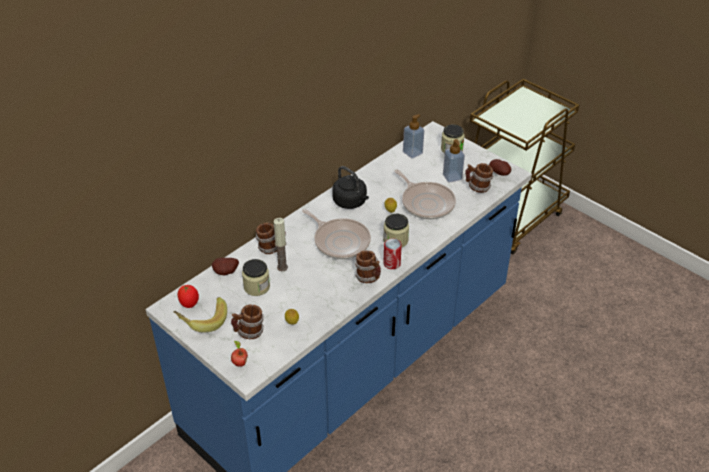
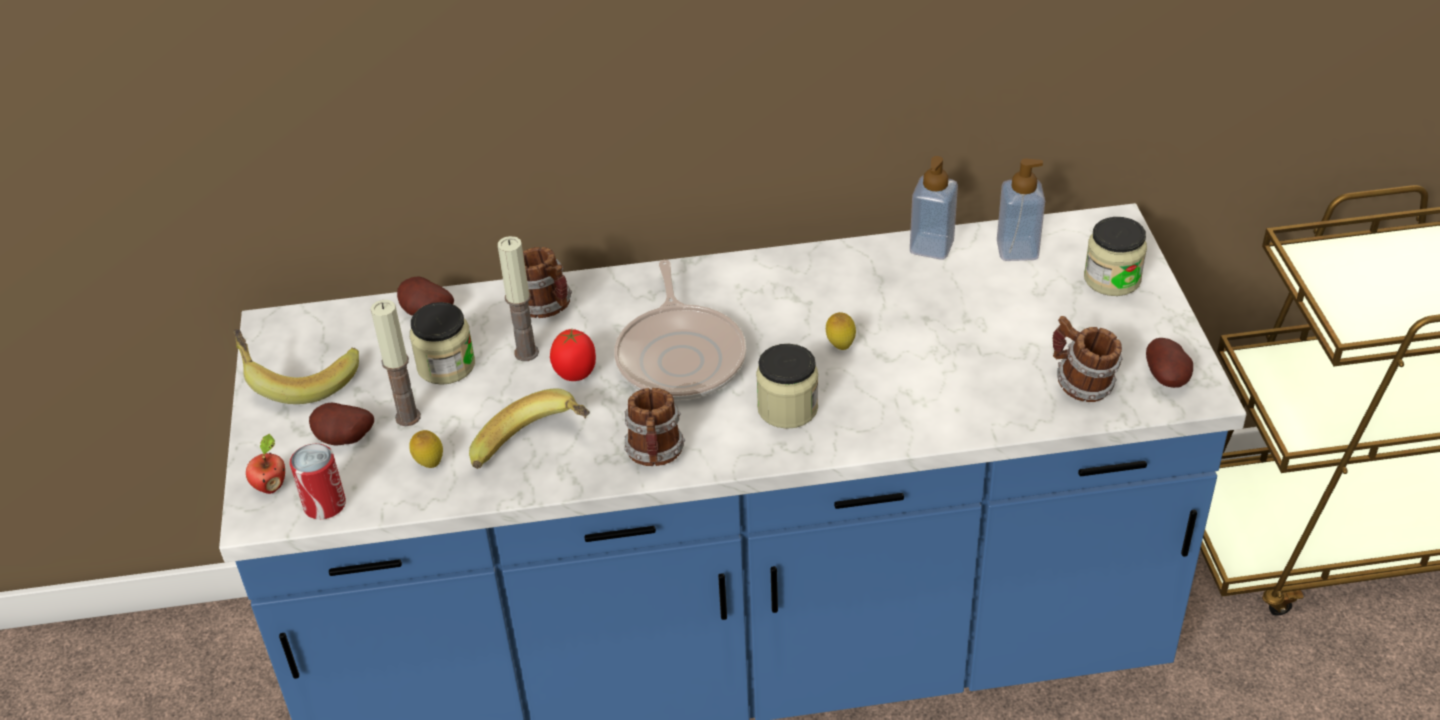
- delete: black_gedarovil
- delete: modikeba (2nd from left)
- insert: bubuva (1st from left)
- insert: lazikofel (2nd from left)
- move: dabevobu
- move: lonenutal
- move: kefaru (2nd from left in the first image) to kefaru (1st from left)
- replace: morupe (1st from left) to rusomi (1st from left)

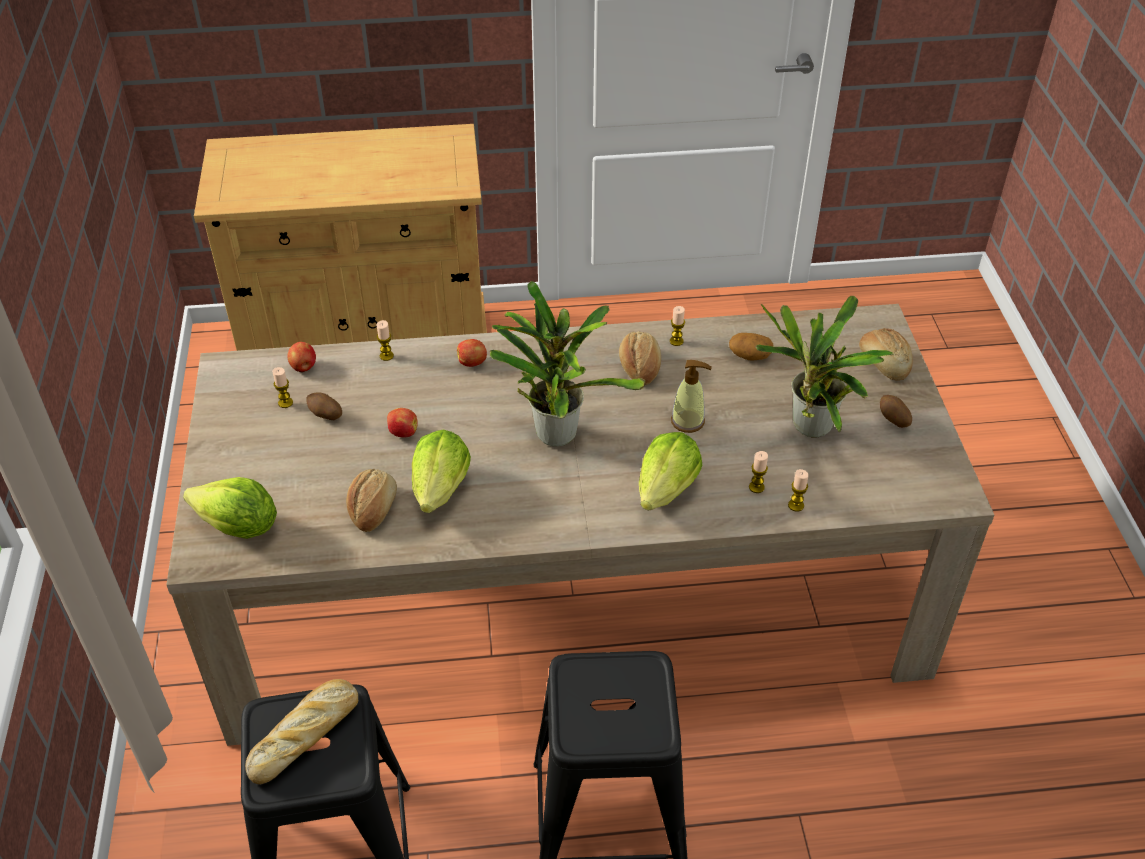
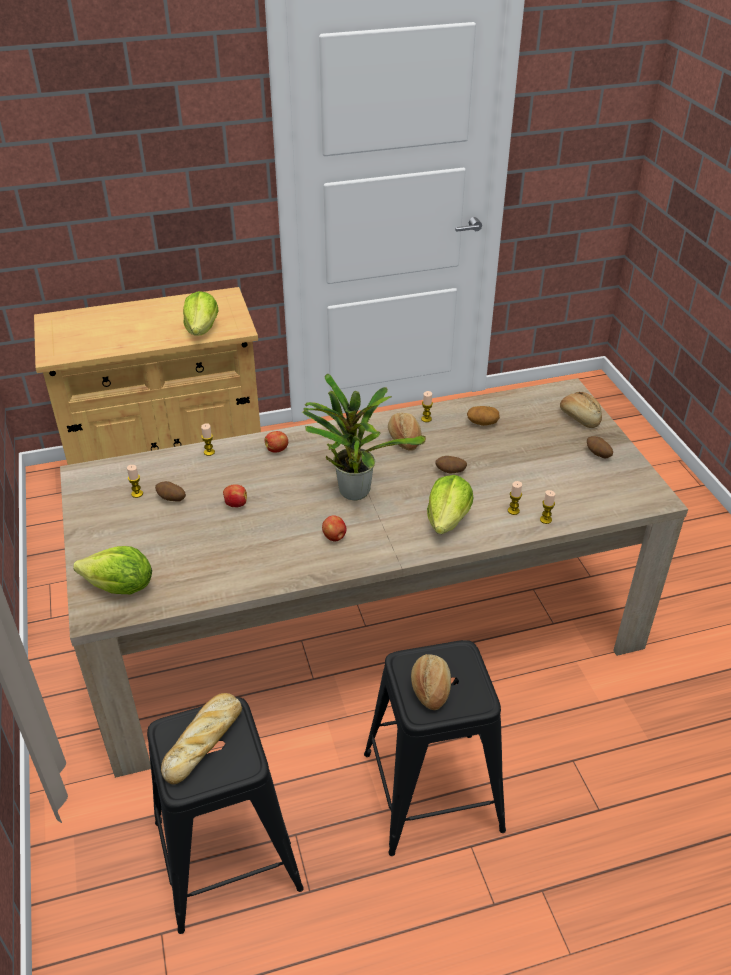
- delete: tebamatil (2nd from left)
- move: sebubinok (1st from left in the first image) to sebubinok (3rd from left)
- move: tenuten (2nd from left in the first image) to tenuten (3rd from left)
- move: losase (2nd from left)
- replace: kefaru to rusomi (2nd from left)

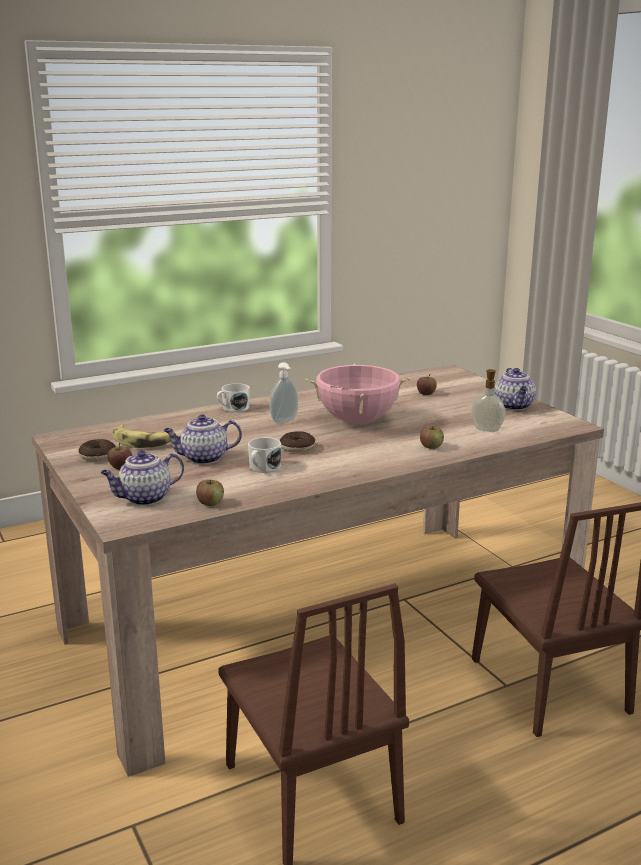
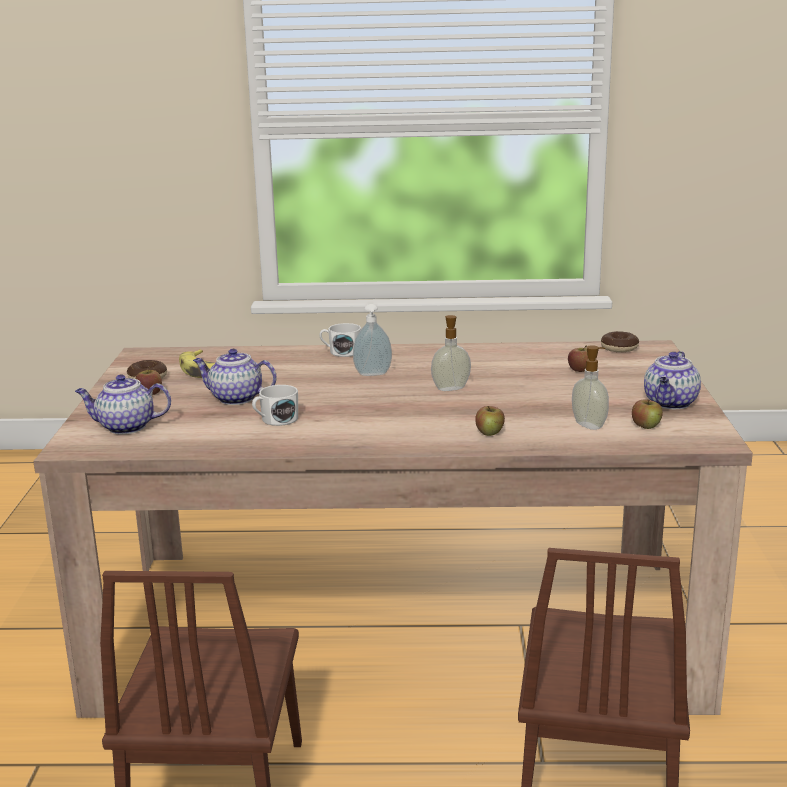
- move: sebubinok (2nd from left in the first image) to sebubinok (4th from left)
- move: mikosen (2nd from left)
- replace: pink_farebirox to kefaru (2nd from left)

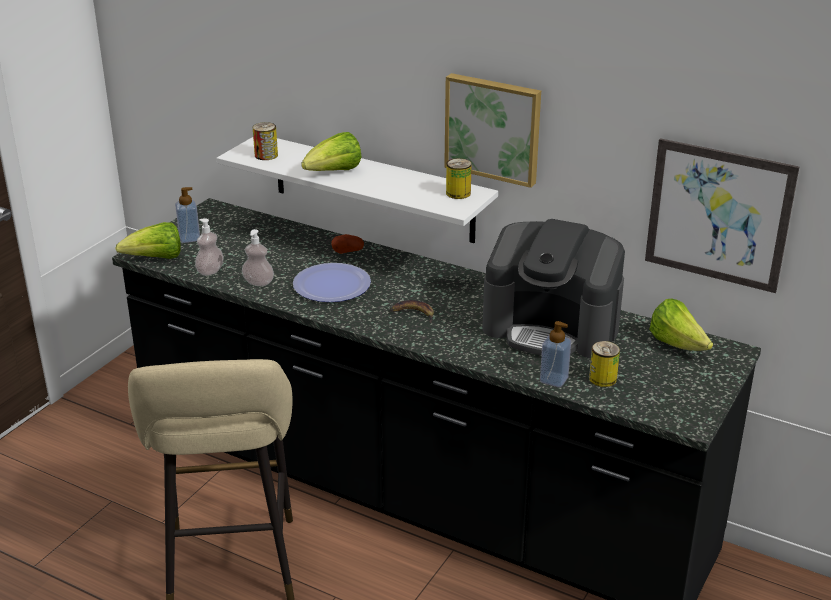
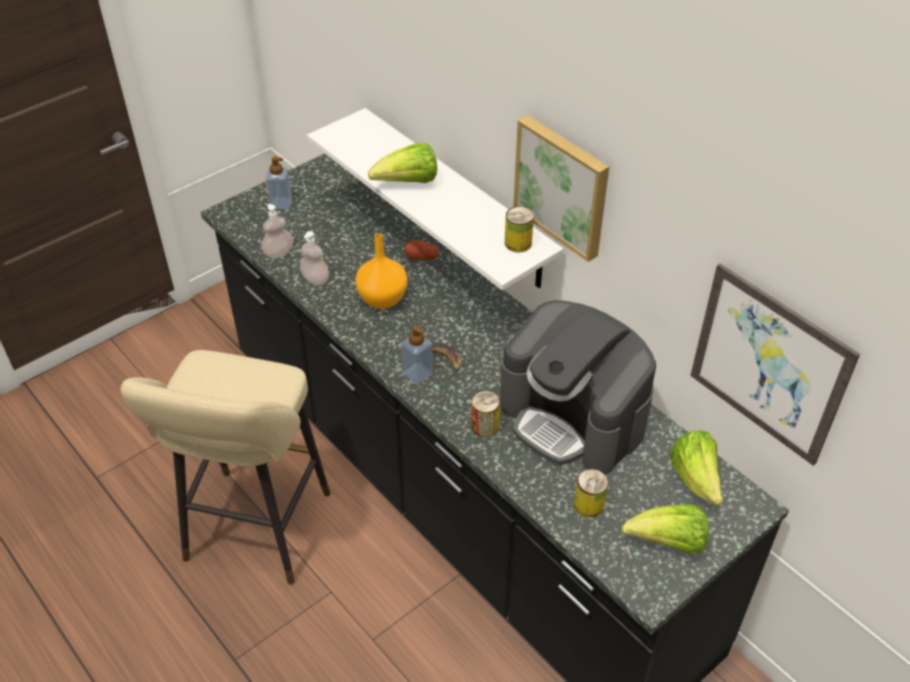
- move: losase (1st from left in the first image) to losase (2nd from left)
- move: lonenutal (1st from left)
- move: kefaru (4th from left)
- replace: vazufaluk to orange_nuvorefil

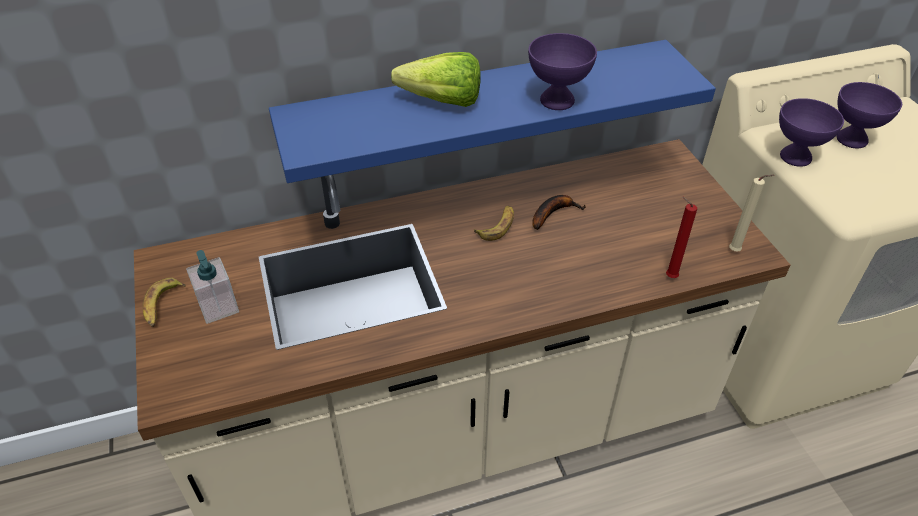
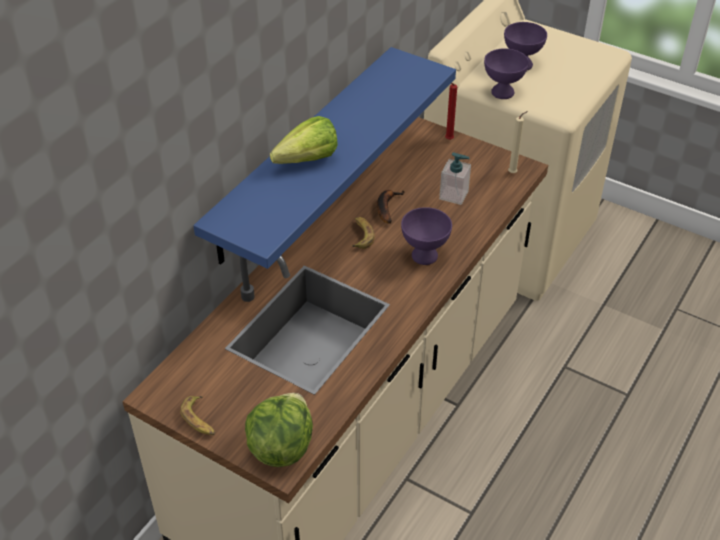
- insert: losase (1st from left)
- move: kefaru
- move: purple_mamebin (1st from left)
- move: red_bubuva

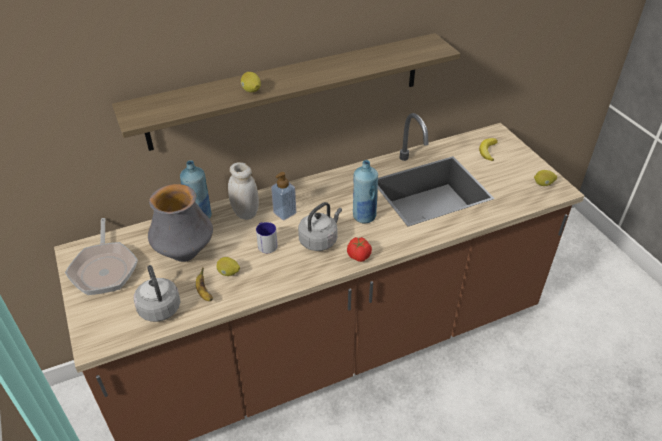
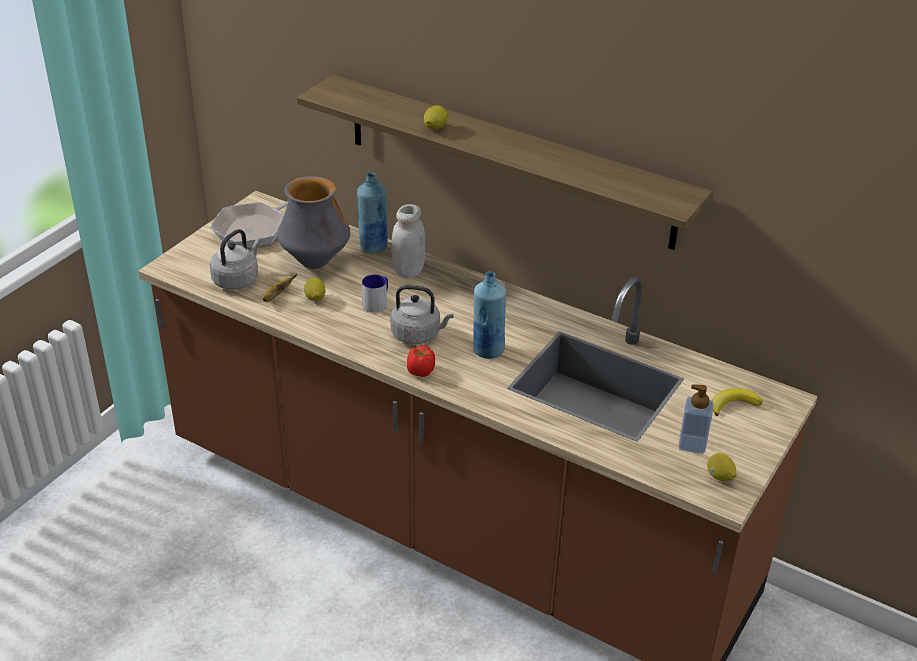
- move: kefaru

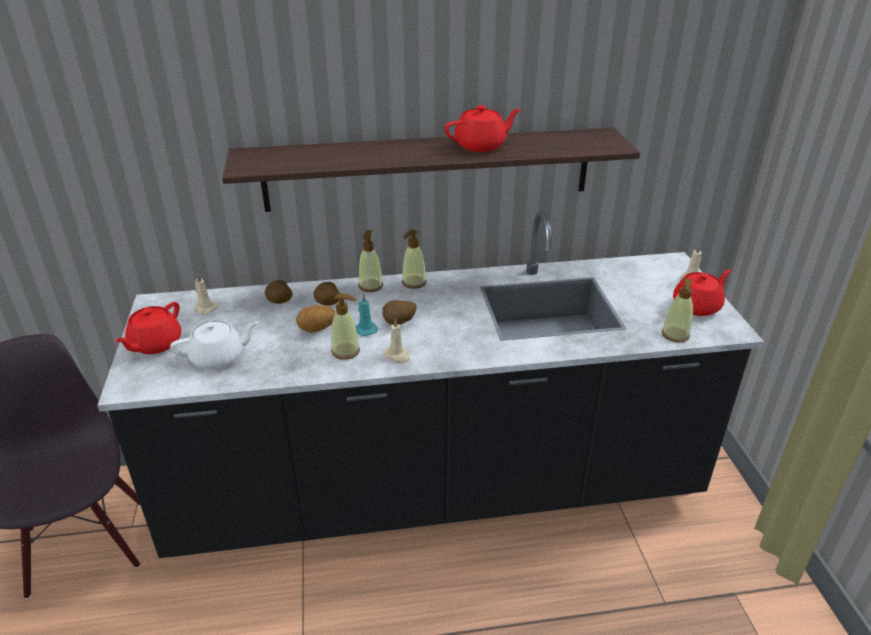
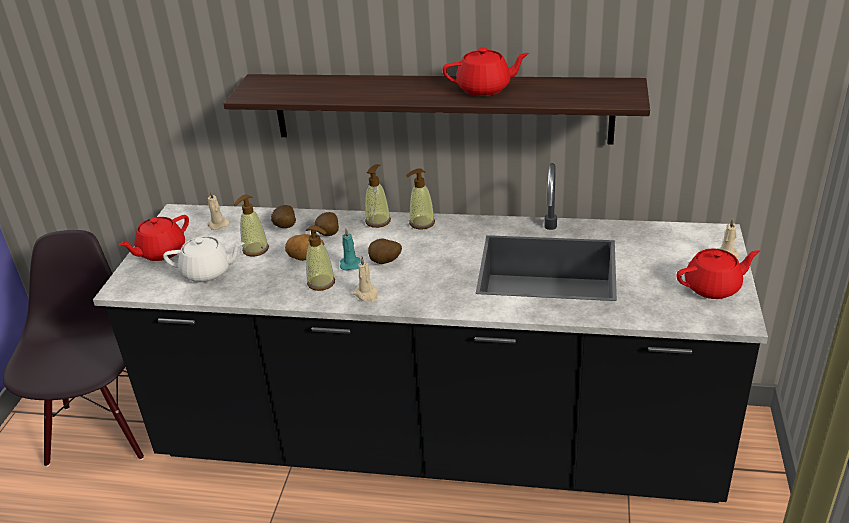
- move: kefaru (4th from left in the first image) to kefaru (1st from left)

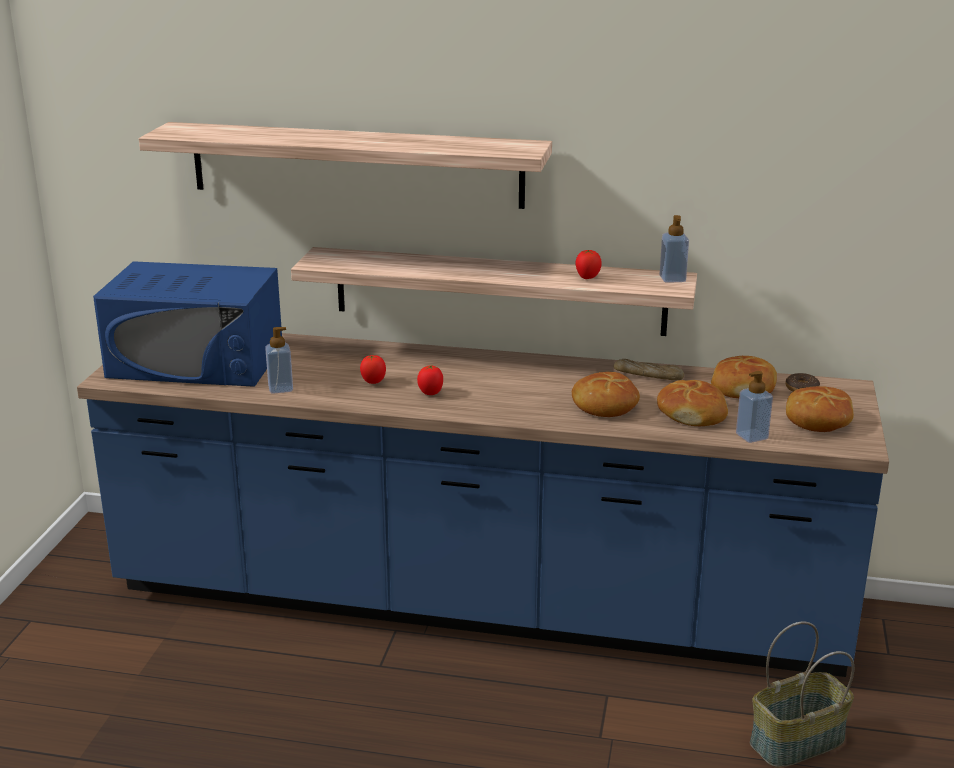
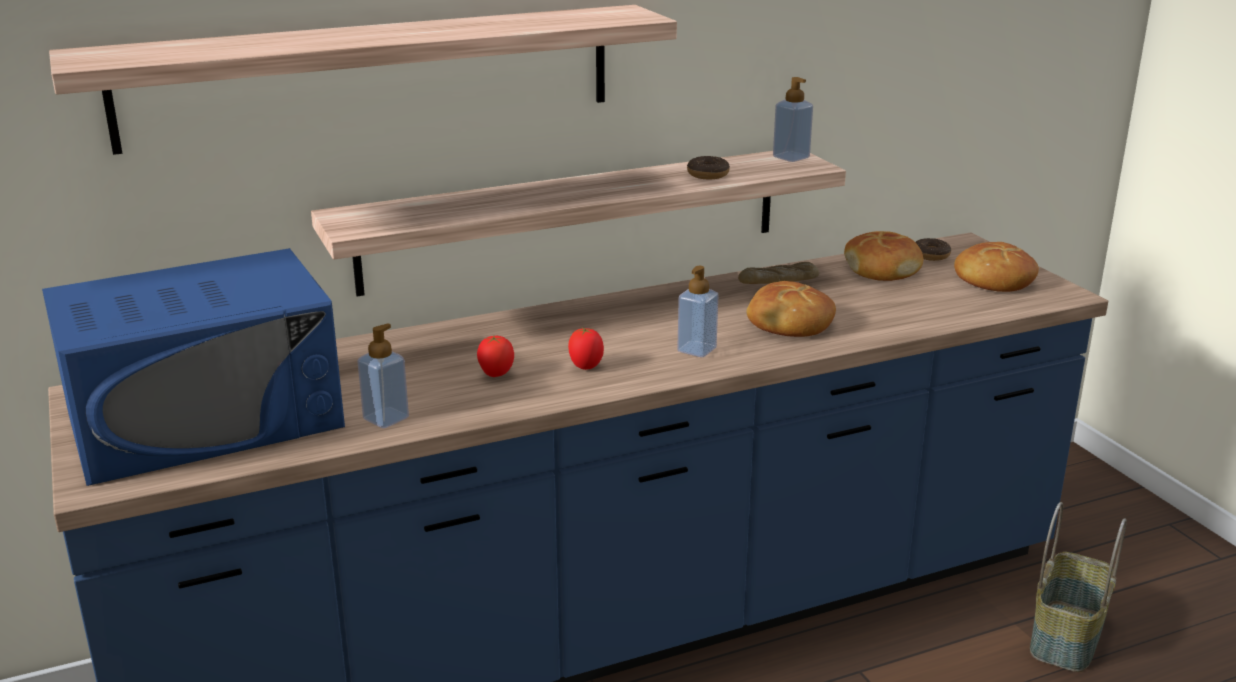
- delete: tenuten (3rd from left)
- move: kefaru (3rd from left in the first image) to kefaru (2nd from left)
- replace: dabevobu (3rd from left) to mikosen (1st from left)

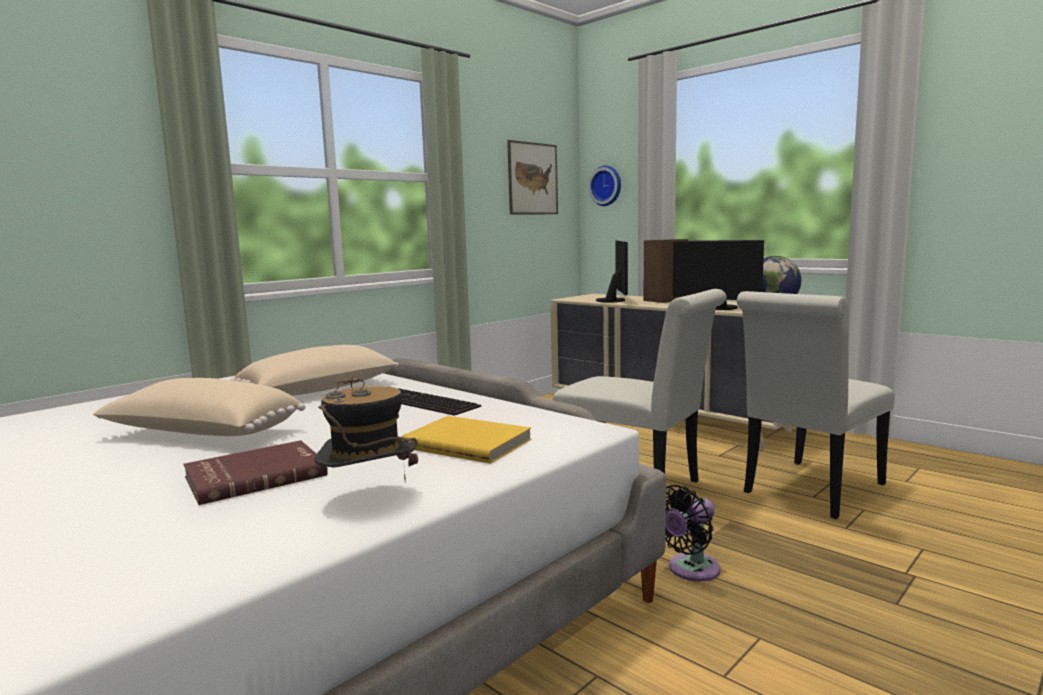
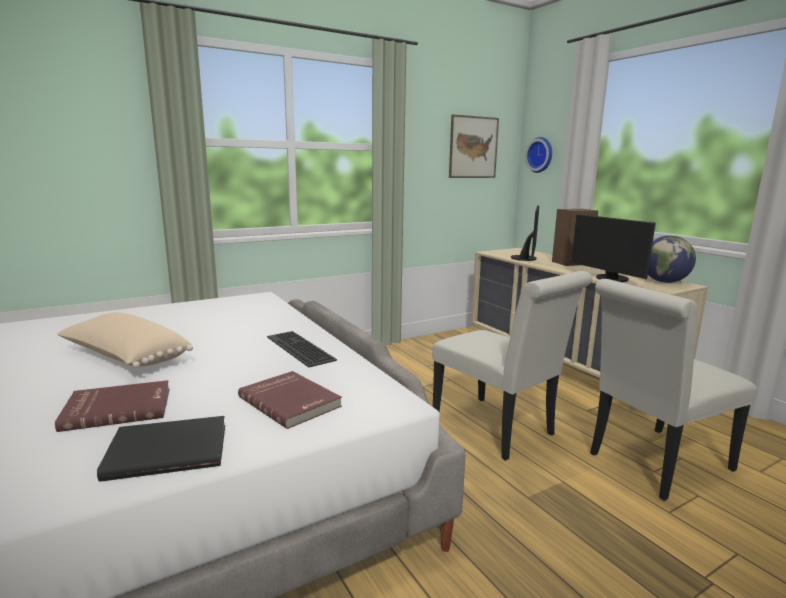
- delete: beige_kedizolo (2nd from left)
- delete: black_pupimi
- replace: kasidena to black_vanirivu
- recolor: yellow_vanirivu to red_vanirivu (2nd from left)

